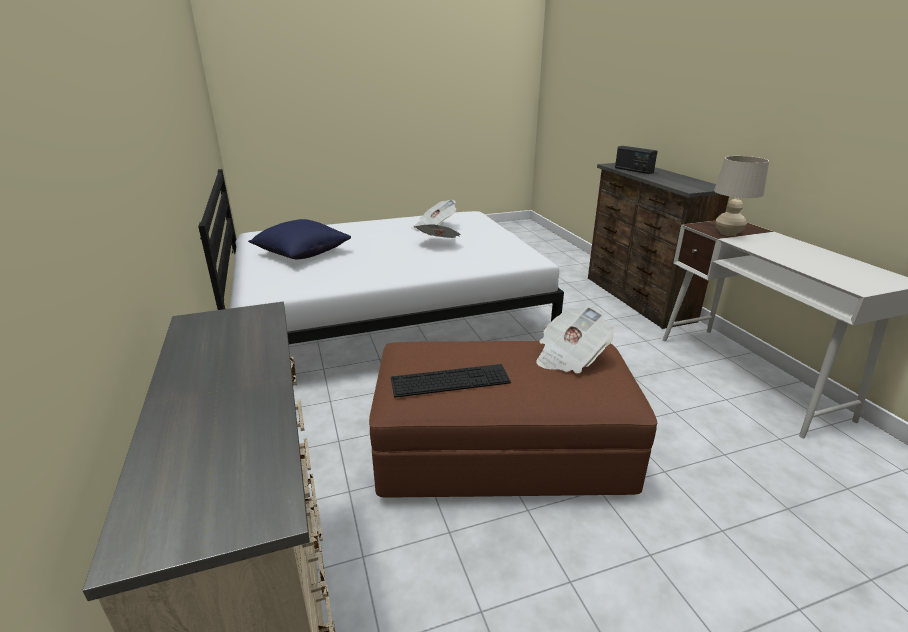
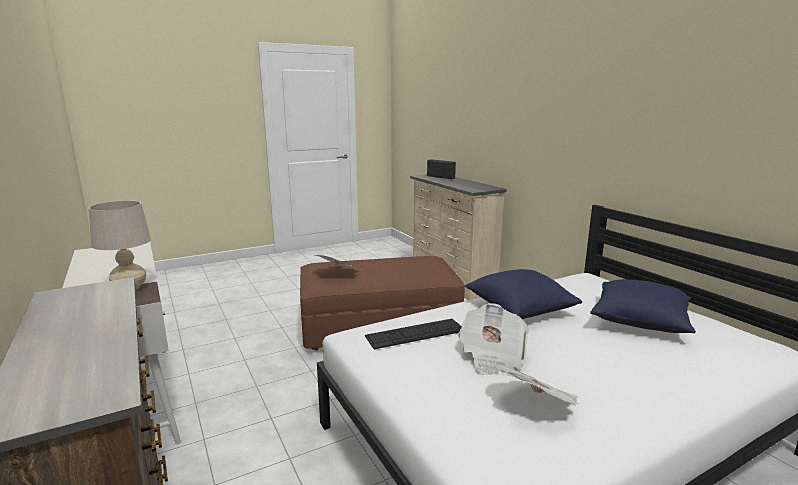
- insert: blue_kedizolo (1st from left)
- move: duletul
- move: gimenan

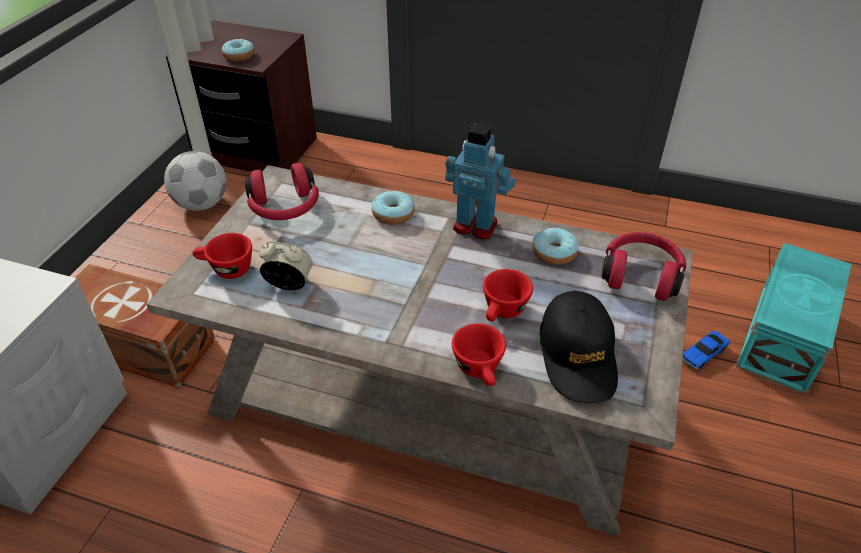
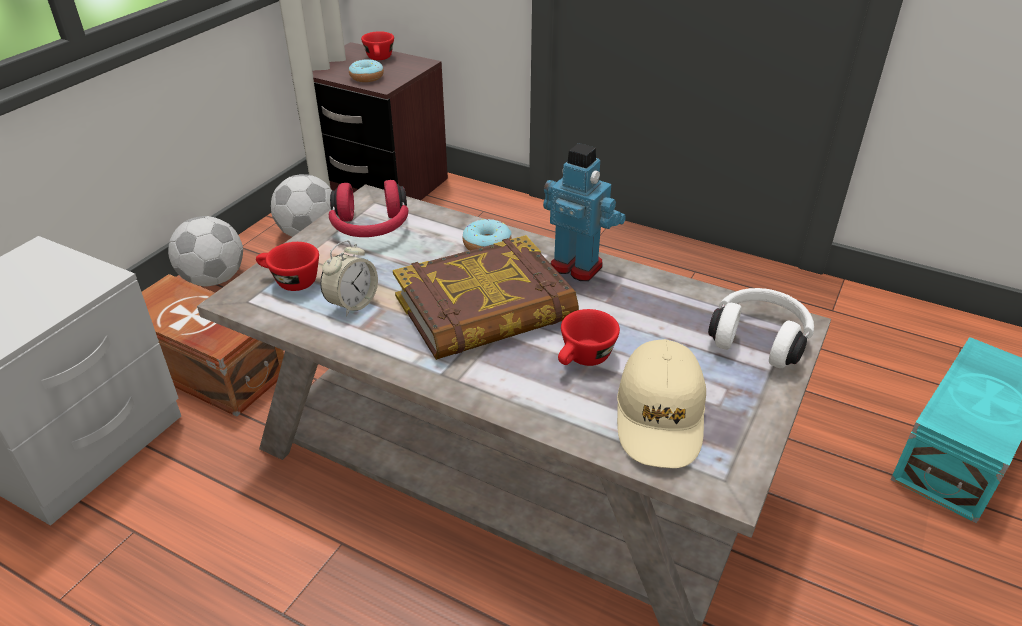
- delete: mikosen (3rd from left)
- delete: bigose
- insert: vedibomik (1st from left)
- insert: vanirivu
- move: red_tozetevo (2nd from left)
- recolor: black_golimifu to beige_golimifu
- recolor: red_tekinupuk (2nd from left) to white_tekinupuk
- rotate: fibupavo 105 degrees clockwise

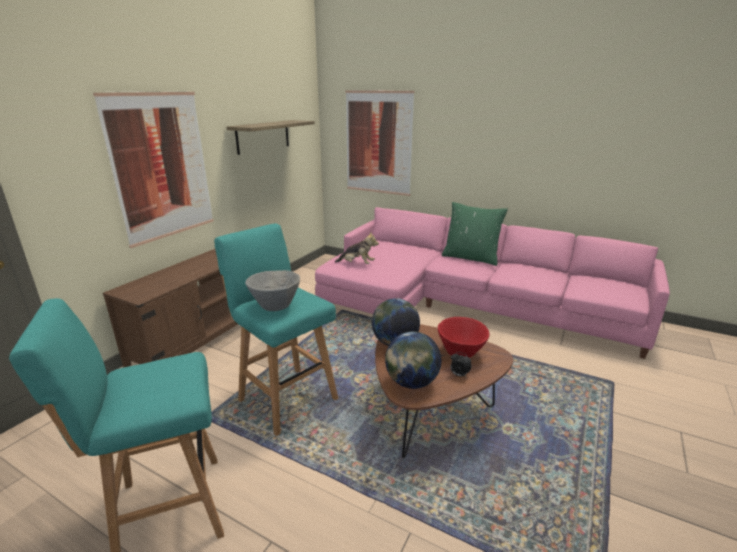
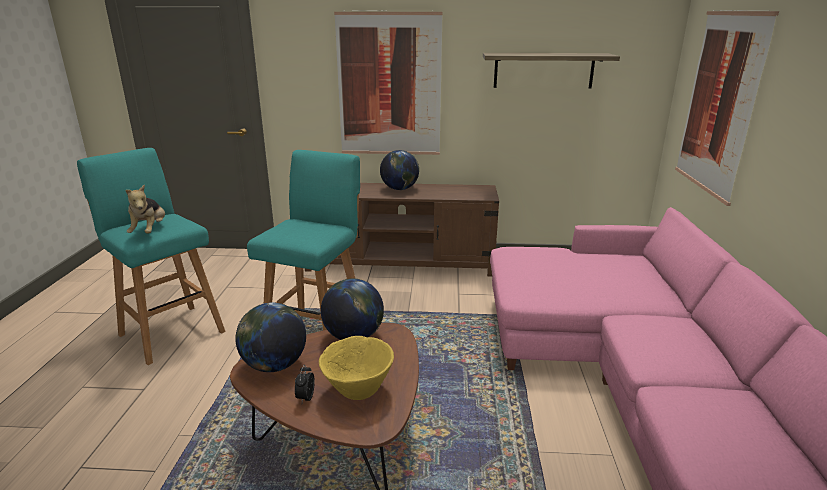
- delete: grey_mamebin
- delete: green_kedizolo
- insert: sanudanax (3rd from left)
- move: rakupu
- recolor: red_mamebin to yellow_mamebin

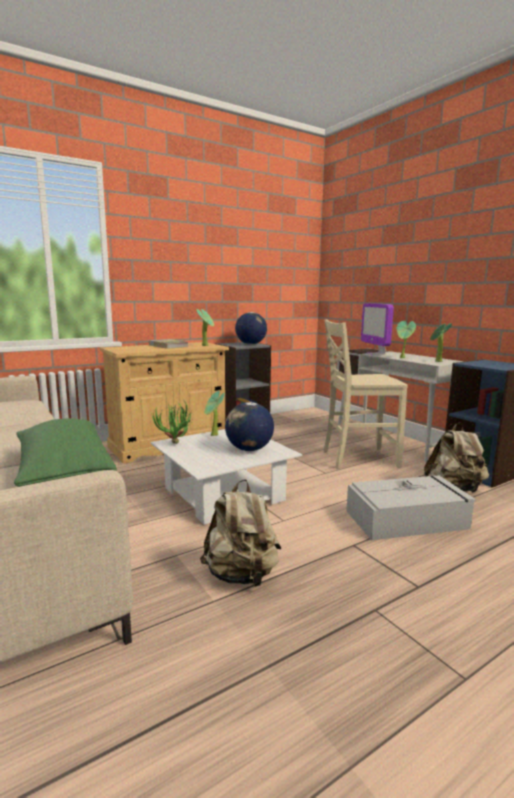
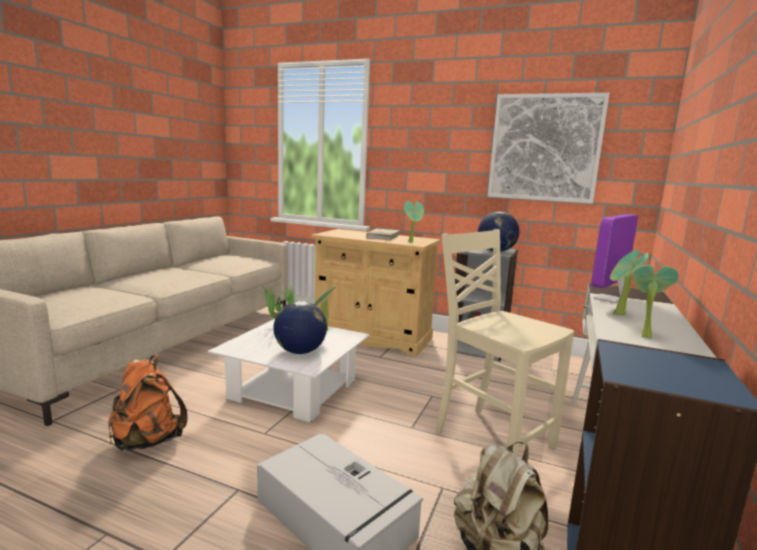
- delete: green_kedizolo
- insert: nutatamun
- recolor: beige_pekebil (1st from left) to orange_pekebil

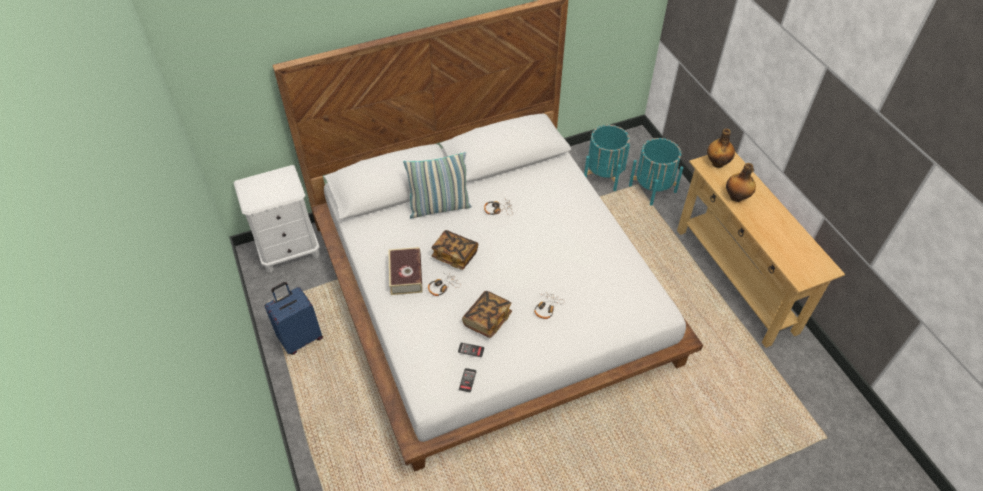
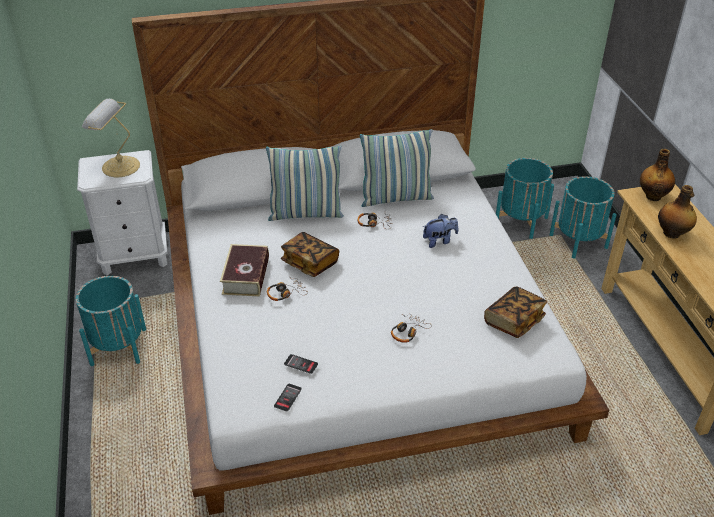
- insert: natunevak
- insert: kedizolo (2nd from left)
- insert: rakupu
- move: vanirivu (3rd from left)
- replace: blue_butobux to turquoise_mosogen (1st from left)

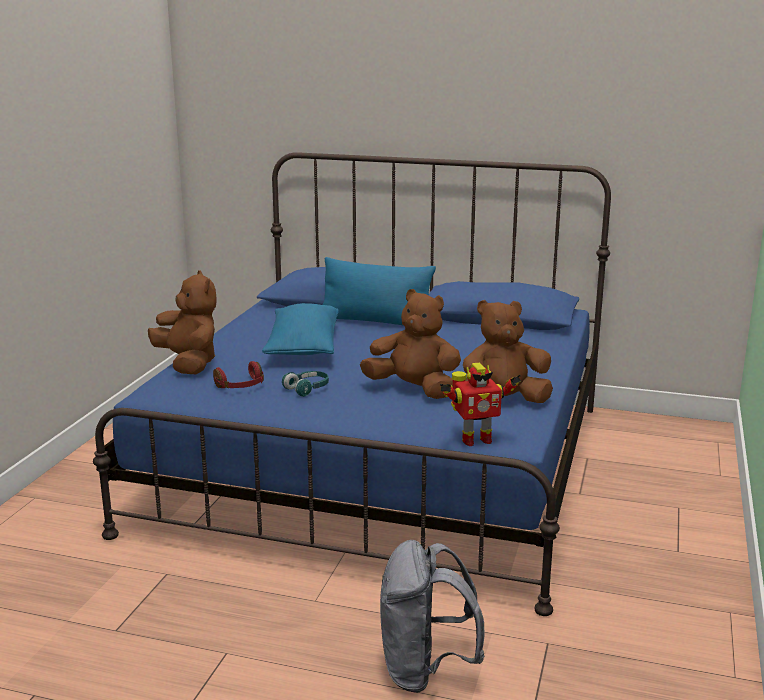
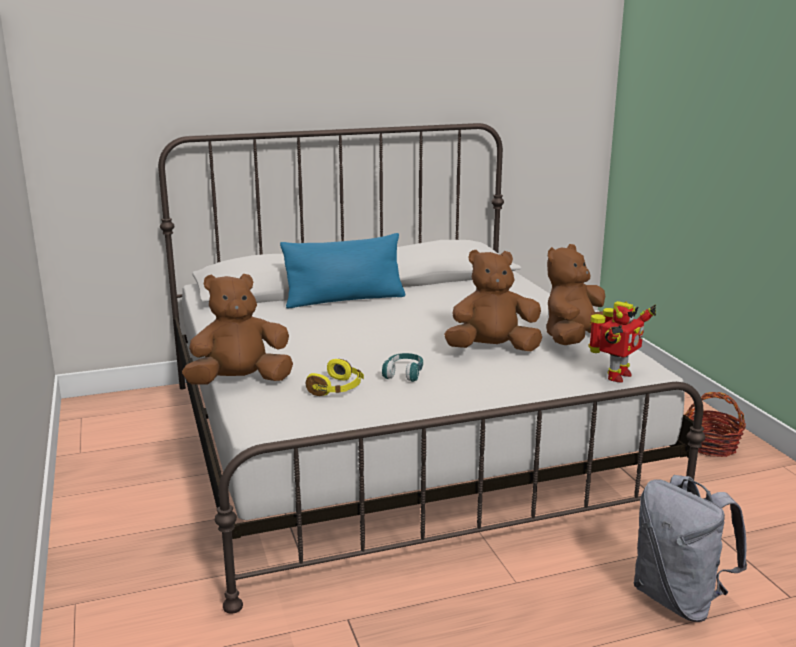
- delete: blue_kedizolo (1st from left)
- insert: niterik
- recolor: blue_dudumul to white_dudumul
- recolor: red_tekinupuk to yellow_tekinupuk
- rotate: brown_rakupu (1st from left) 45 degrees counterclockwise

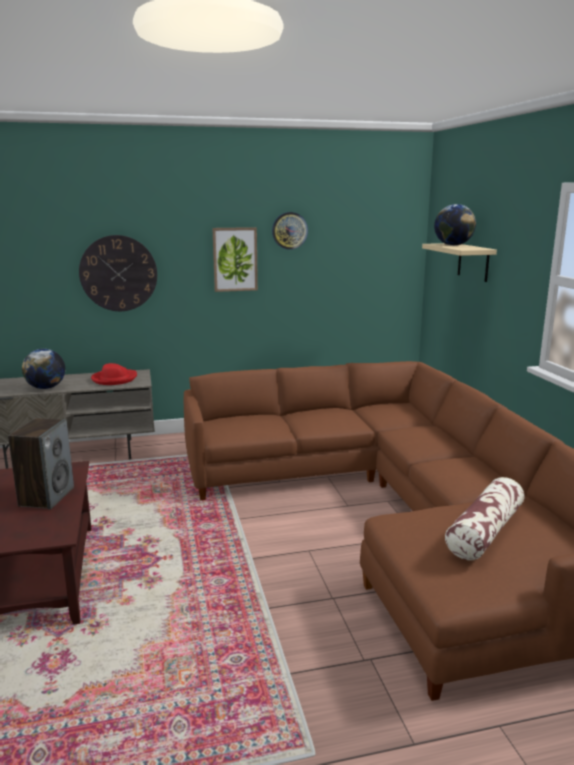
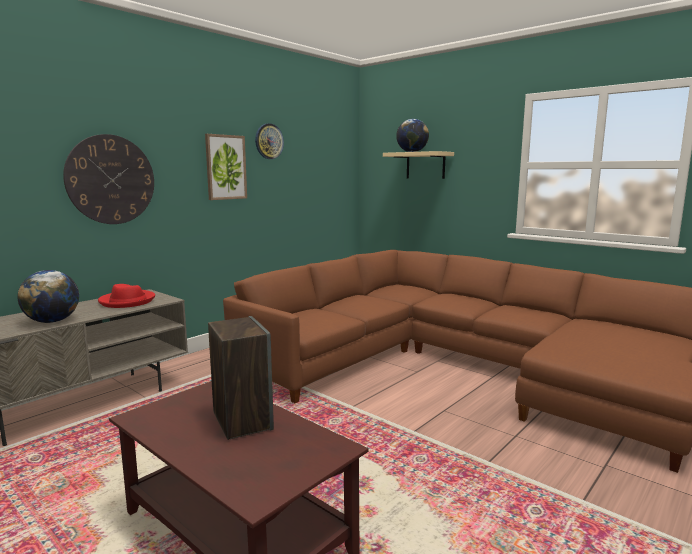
- delete: kedizolo

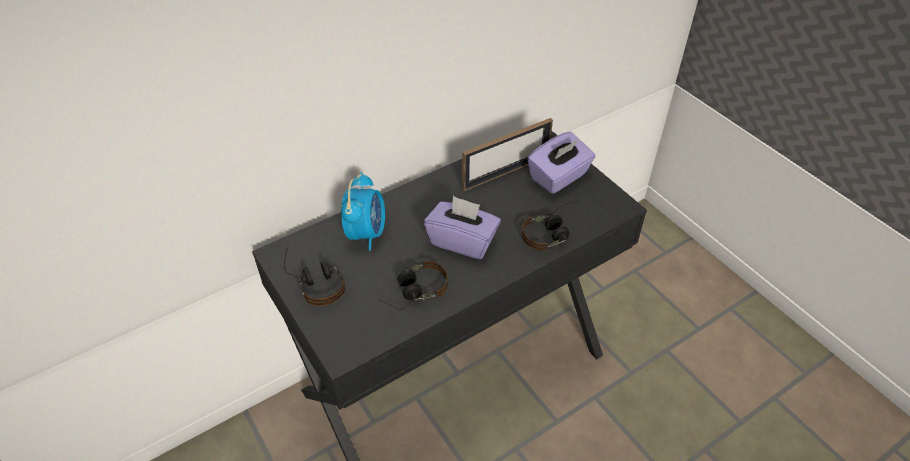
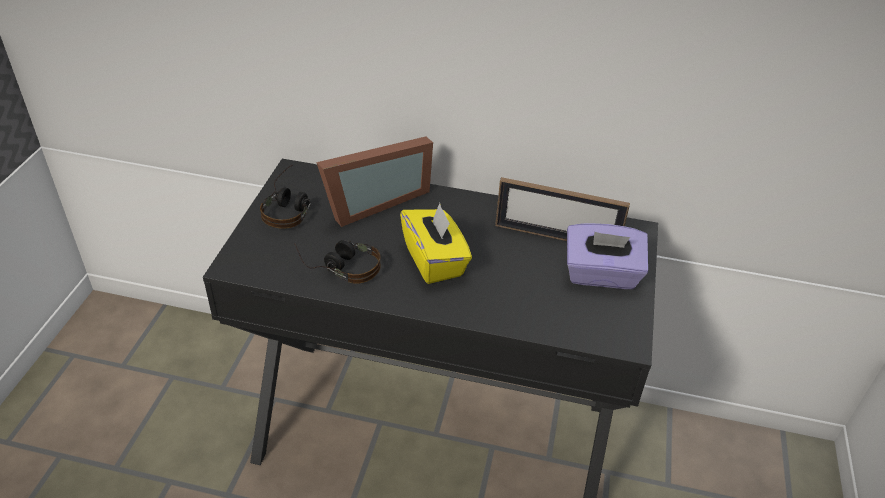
- delete: tekinupuk (3rd from left)
- replace: fibupavo to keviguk (1st from left)
- recolor: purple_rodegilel (1st from left) to yellow_rodegilel

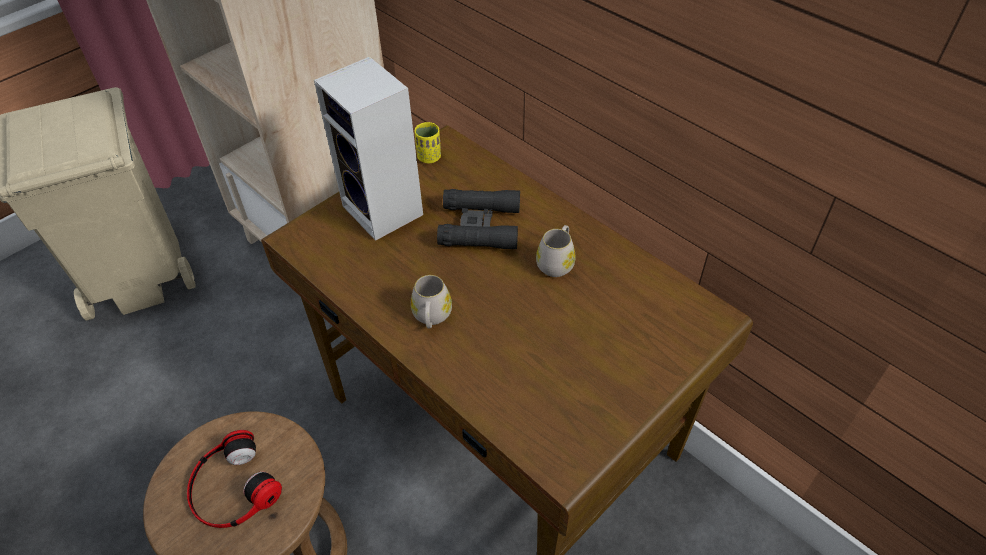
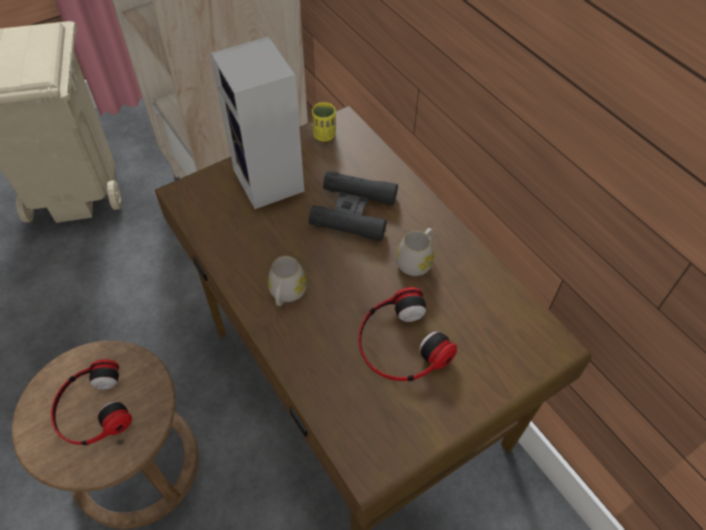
- insert: tekinupuk (2nd from left)

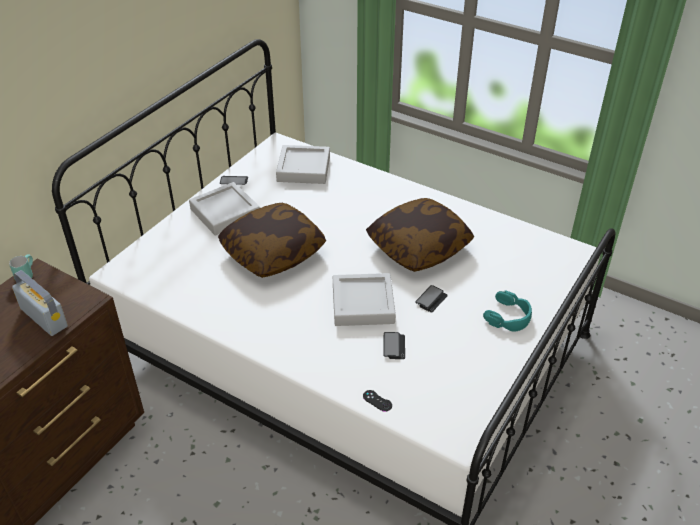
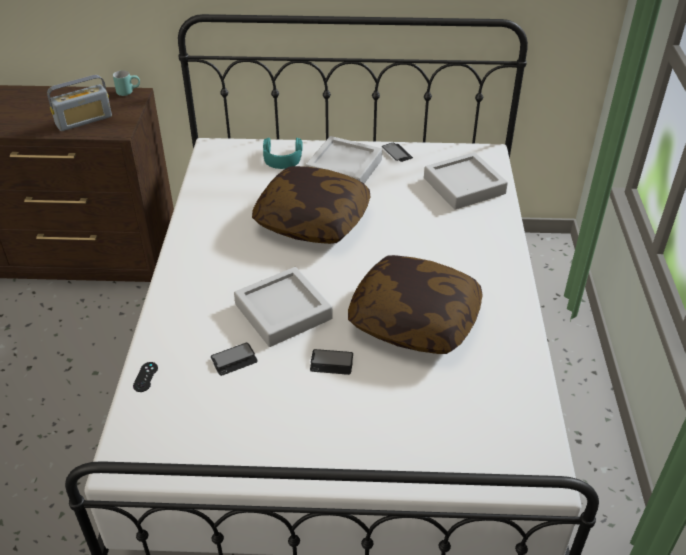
- move: turquoise_tekinupuk
- rotate: gimenan 45 degrees clockwise

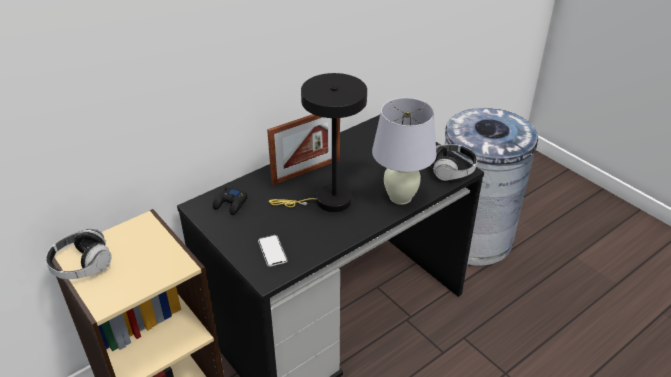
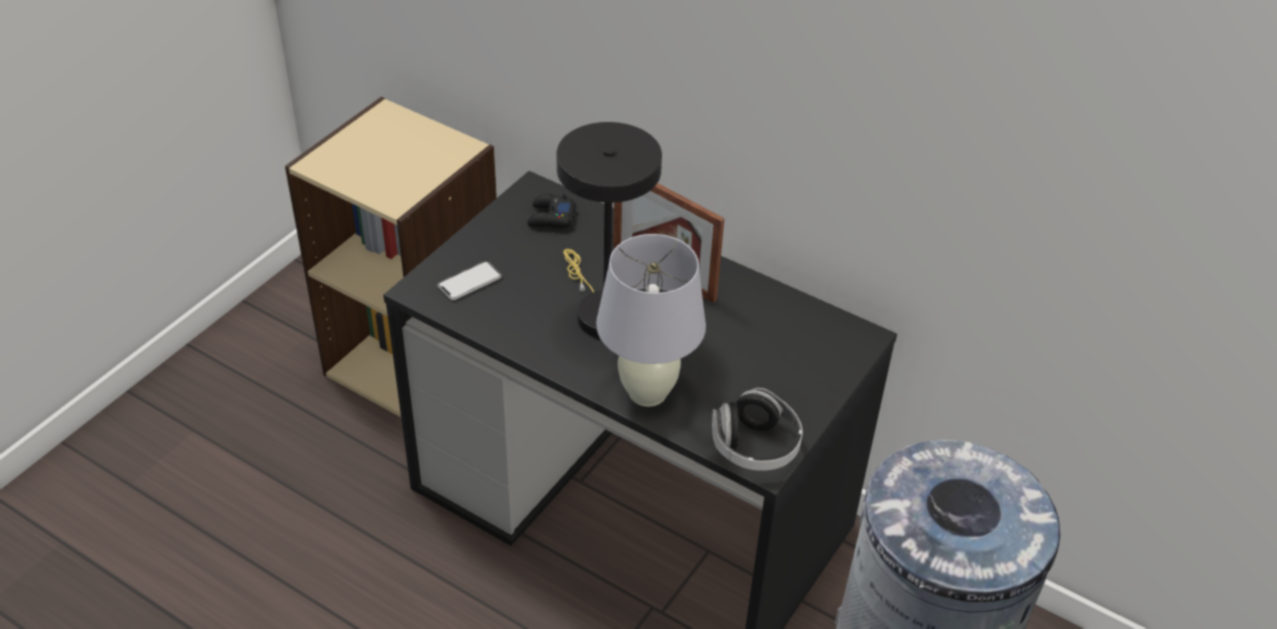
- delete: tekinupuk (1st from left)

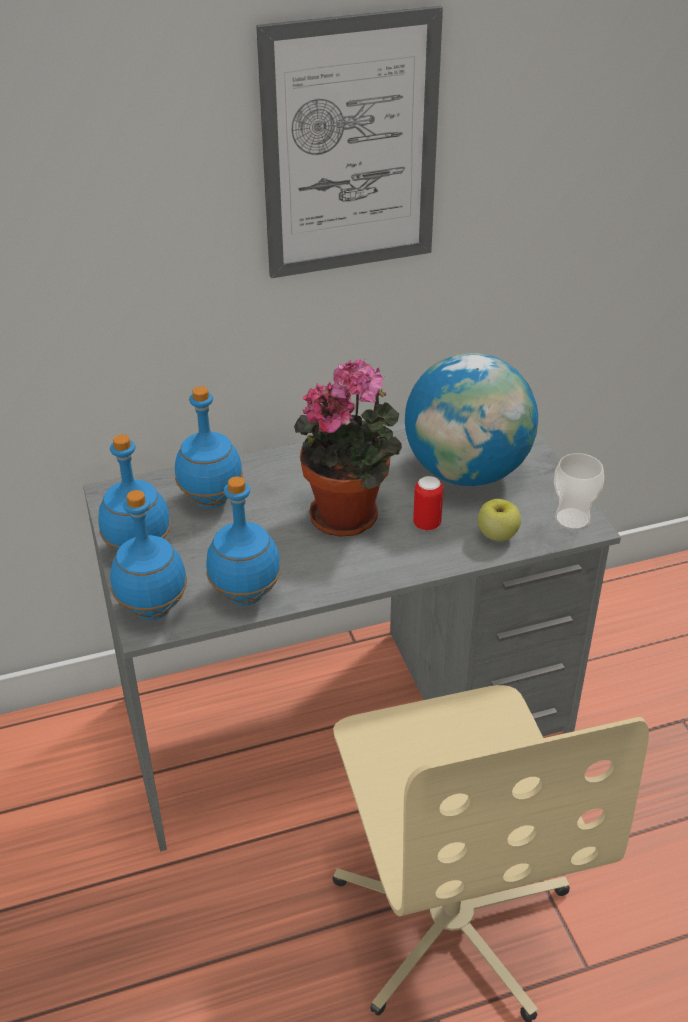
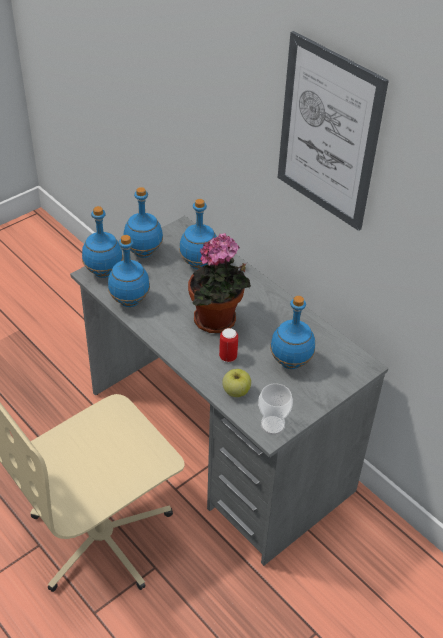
- replace: sanudanax to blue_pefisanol (5th from left)

